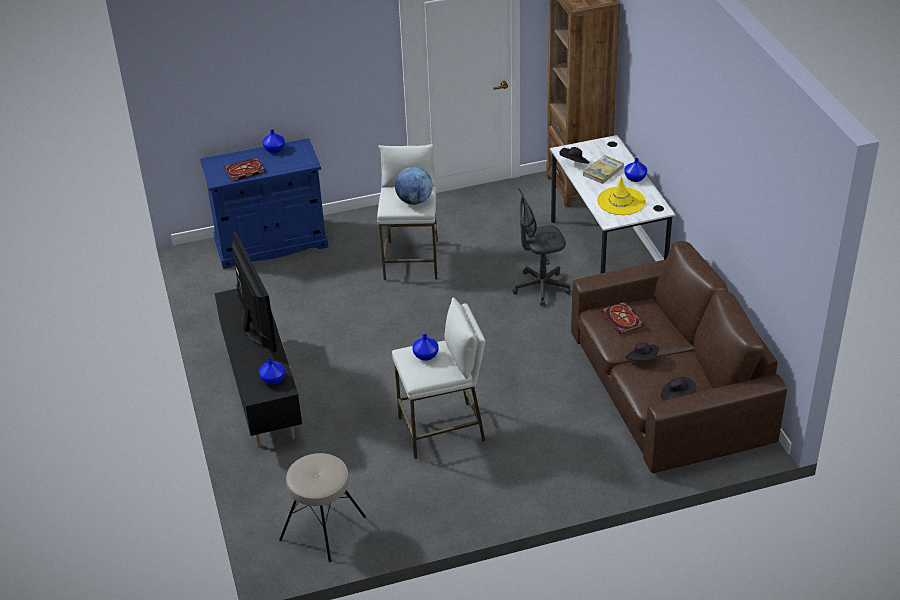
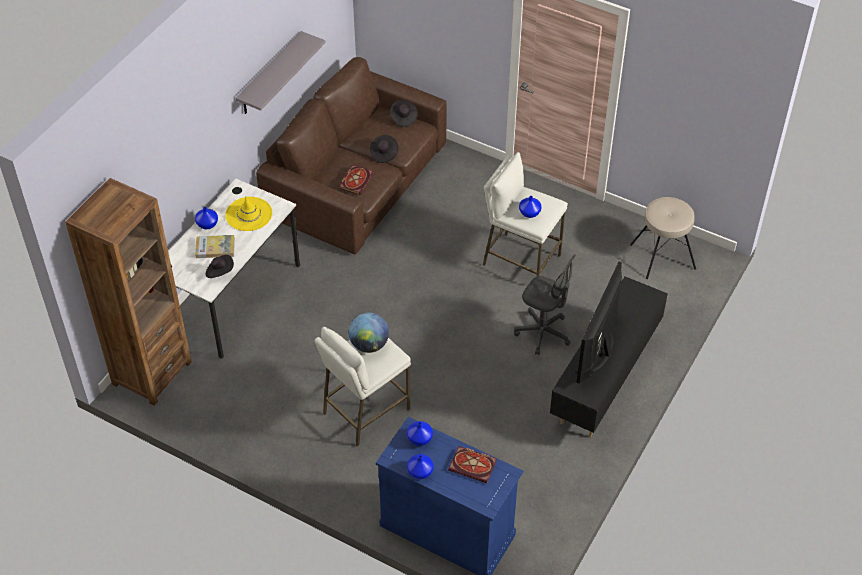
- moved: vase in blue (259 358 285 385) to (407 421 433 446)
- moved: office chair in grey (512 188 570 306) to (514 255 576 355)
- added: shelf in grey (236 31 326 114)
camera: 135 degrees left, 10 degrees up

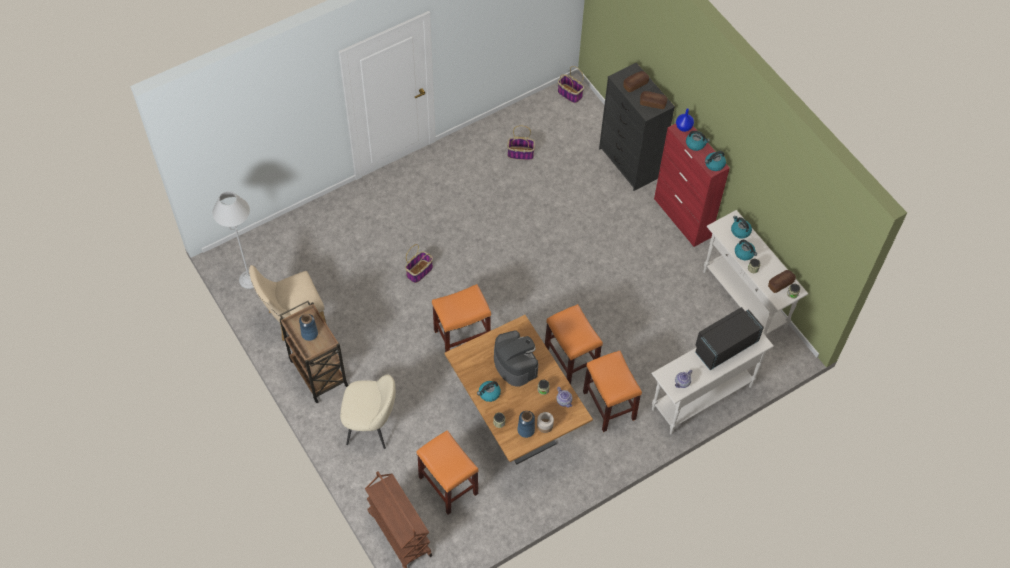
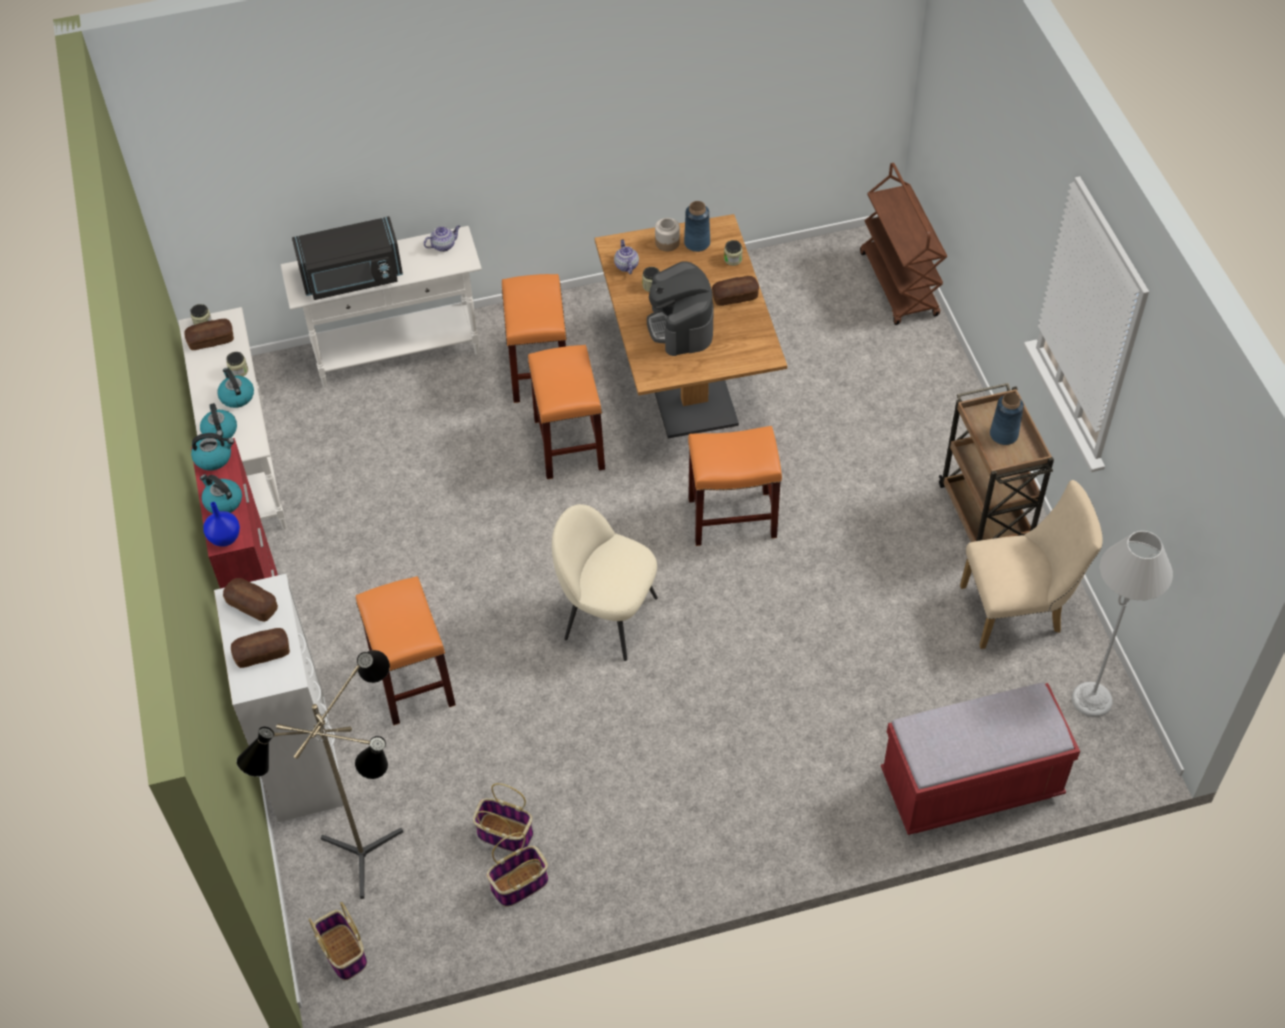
- moved: chair in beige (340 374 396 449) to (552 504 658 661)
- moved: basket (405 244 433 283) to (486 832 548 907)
- moved: stool in orange (417 430 479 515) to (356 576 456 725)
- replaced: kettle (477 381 501 402) to bread (712 276 759 306)
- recoloured: dresser in black (599 63 675 191) to dresser in white (214 574 344 822)
- added: floor lamp (237 650 403 899)
- added: bench in red (881 683 1080 835)
camera: 160 degrees left, 5 degrees down

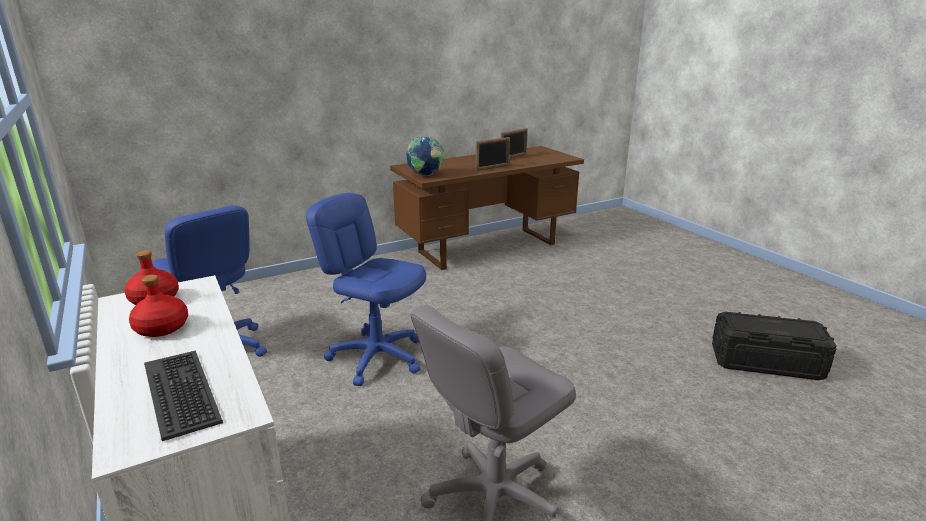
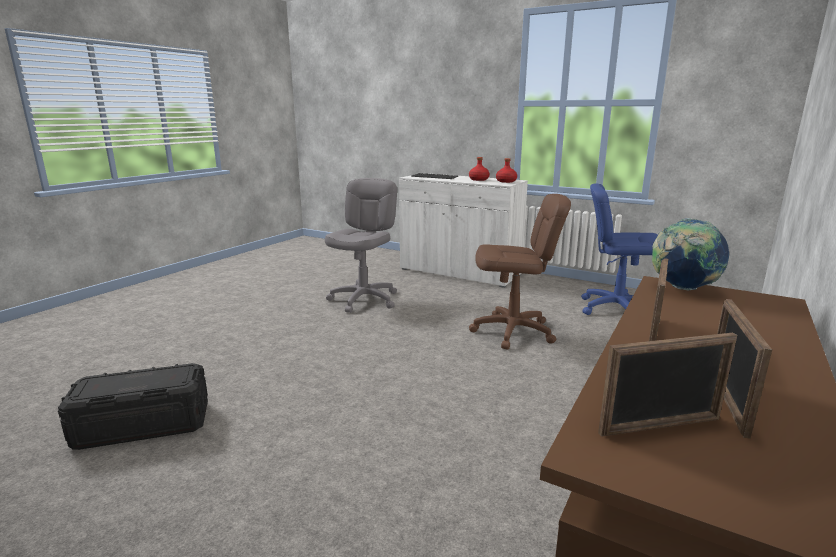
- recoloured: office chair in blue (306 193 426 386) to office chair in brown (469 194 571 349)
- added: picture frame (598 332 737 437)
camera: 150 degrees right, 5 degrees down

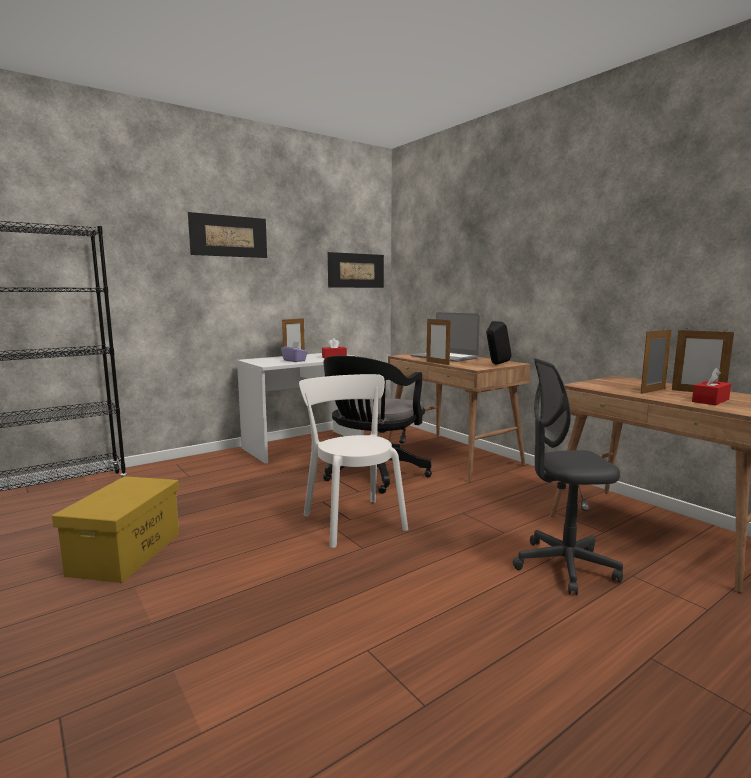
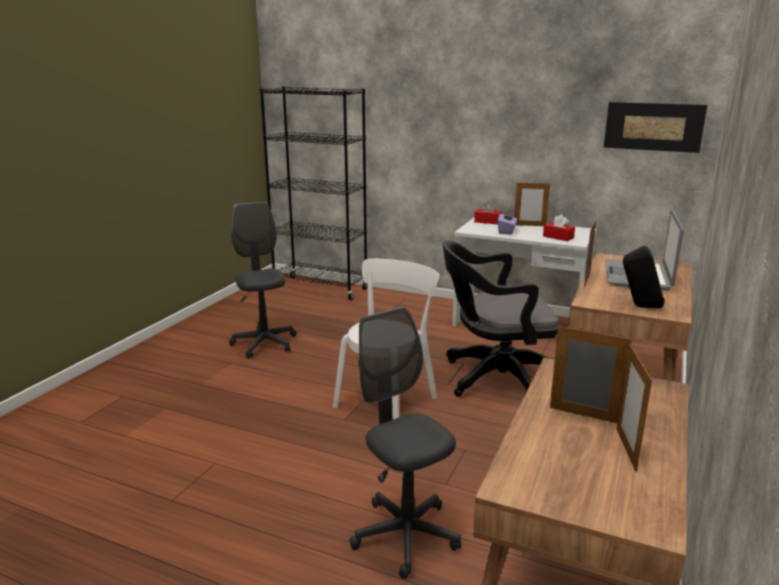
- replaced: storage box in yellow (52 476 179 583) to office chair in grey (229 202 296 359)
- removed: picture (188 212 267 258)
- moved: tissue box in red (692 368 731 405) to (474 201 502 224)
camera: 60 degrees right, 10 degrees up

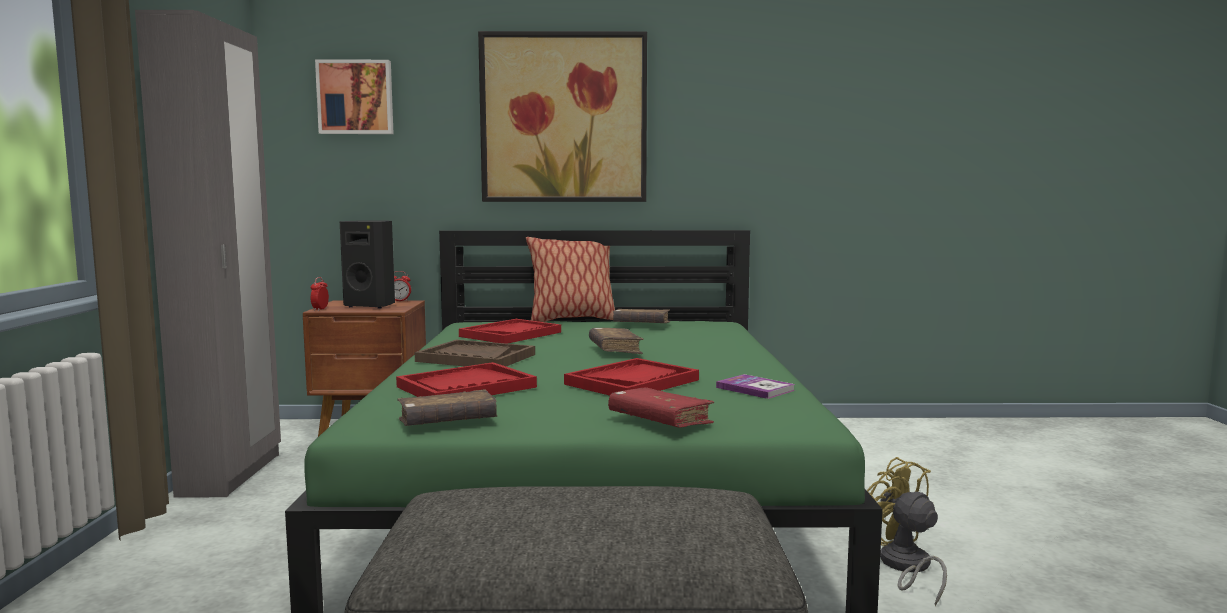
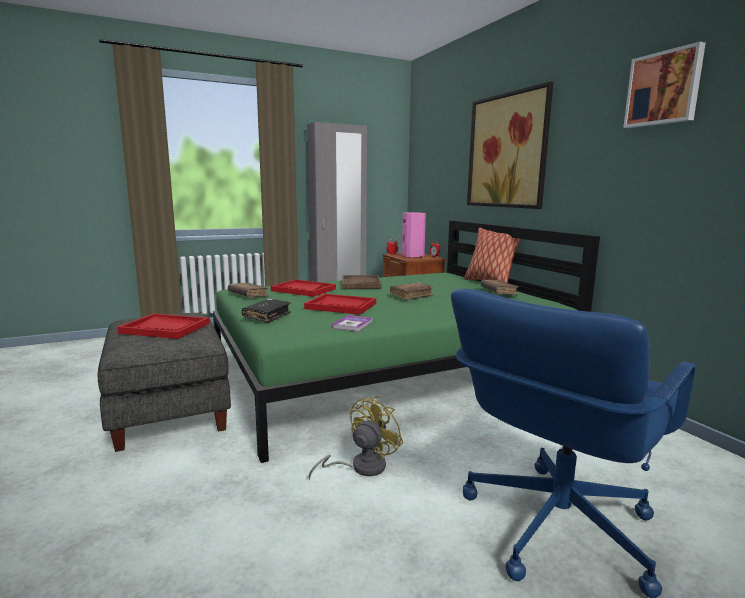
- moved: picture (315 60 394 134) to (623 42 706 128)
- recoloured: speaker in black (340 220 395 309) to speaker in pink (402 212 426 258)
- moved: tray in red (459 319 561 344) to (117 314 209 339)
- recoloured: book in red (608 387 714 428) to book in black (242 299 291 323)
- added: office chair in blue (451 289 696 598)
camera: 65 degrees right, 5 degrees up

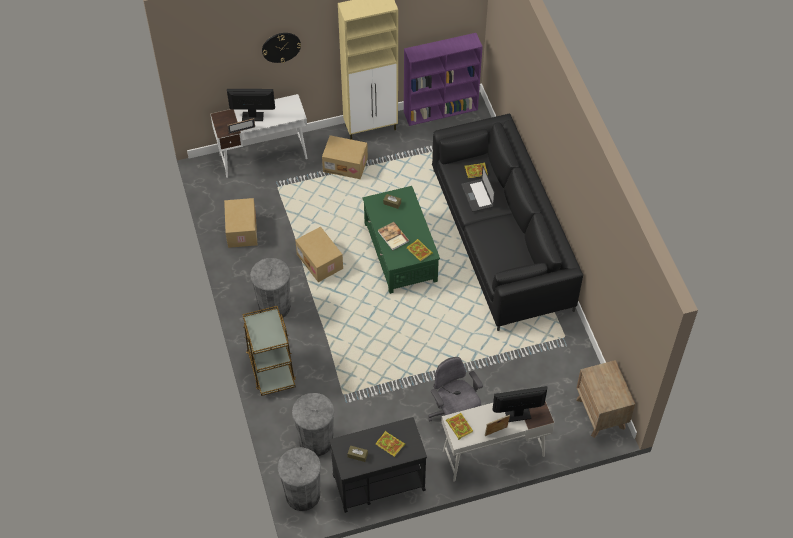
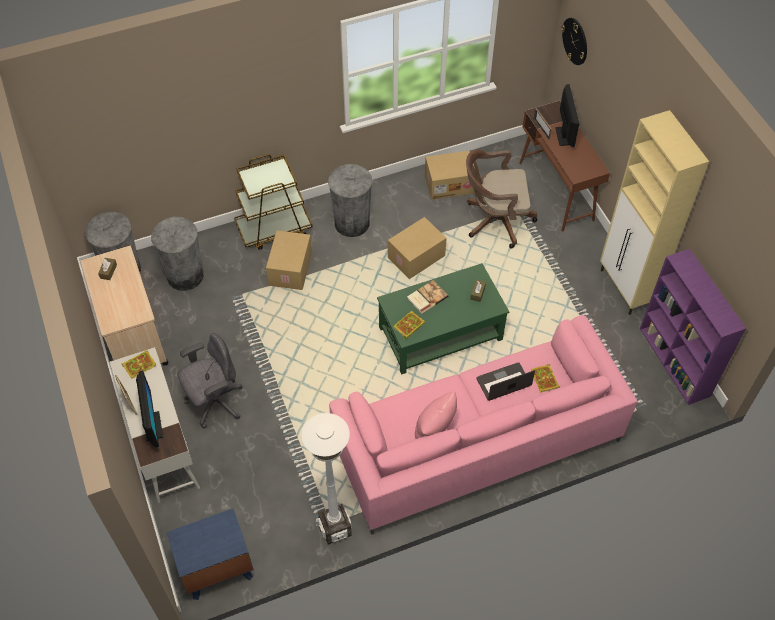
- recoloured: desk in white (210 94 307 178) to desk in brown (519 100 610 231)
- moved: wall clock (262 33 301 63) to (561 18 587 65)
- moved: cardboard box (322 135 368 179) to (266 230 312 290)
- recoloured: cart in black (330 417 427 513) to cart in beige (81 246 168 366)
- removed: book (376 431 405 457)
- recoloured: sofa in black (432 114 583 331) to sofa in pink (329 315 638 535)
- recoloured: nightstand in brown (576 360 635 438) to nightstand in blue (166 508 254 600)
- added: floor lamp in white (301 413 352 545)
- added: pillow in pink (415 391 457 439)
- added: office chair in brown (466 149 537 249)
camera: 85 degrees right, 0 degrees up

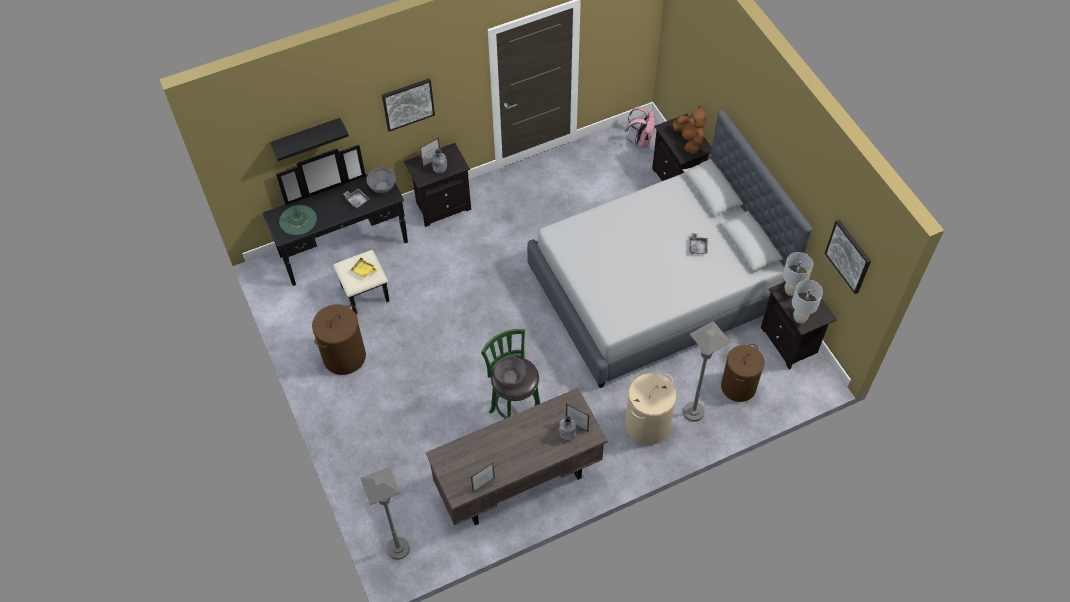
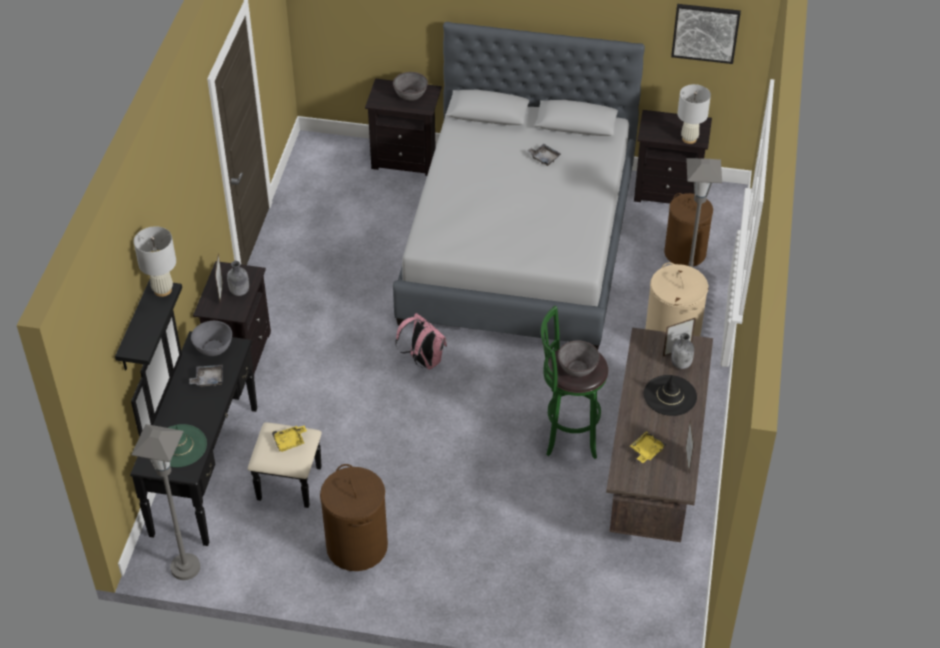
- moved: floor lamp in grey (360 466 410 560) to (131 424 200 580)
- removed: picture (382 78 435 132)
- moved: backpack in pink (625 107 655 148) to (395 313 447 370)
- replaced: plush toy in brown (672 105 707 154) to bowl in grey (393 72 428 101)
- moved: table lamp in white (783 252 813 296) to (134 226 176 297)
- added: tray in yellow (630 431 666 463)
- added: hat in black (644 375 697 416)
camera: 55 degrees left, 10 degrees down

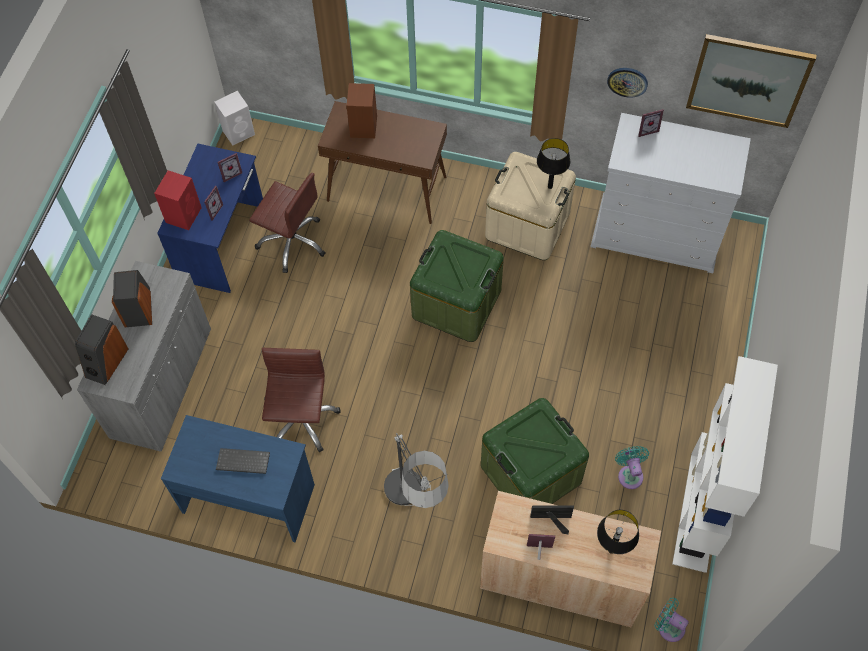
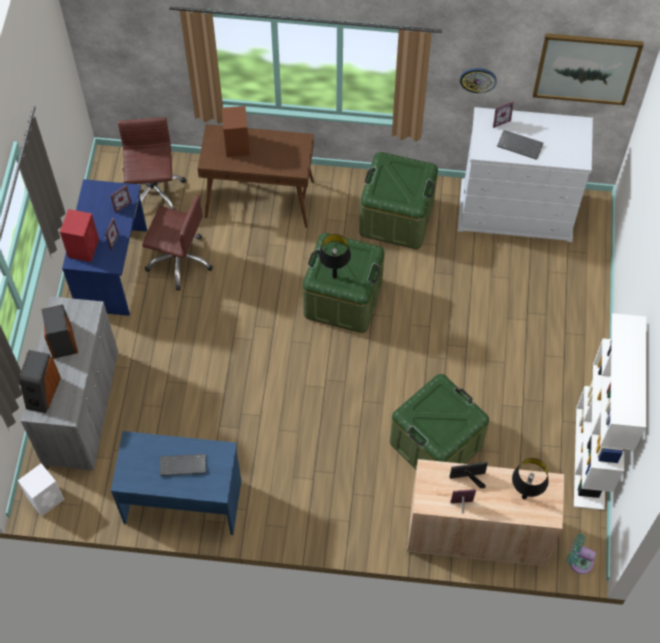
- moved: speaker in white (214 91 255 146) to (18 463 64 516)
- moved: office chair in brown (262 348 341 452) to (117 117 186 210)
- removed: floor lamp (384 433 449 508)
- recoloured: storage box in beige (485 152 576 260) to storage box in green (359 152 438 249)
- moved: table lamp in black (537 138 570 189) to (319 234 351 279)
- removed: fan in turquoise (615 446 649 489)
- added: keyboard (497 130 543 160)
camera: 10 degrees left, 0 degrees up

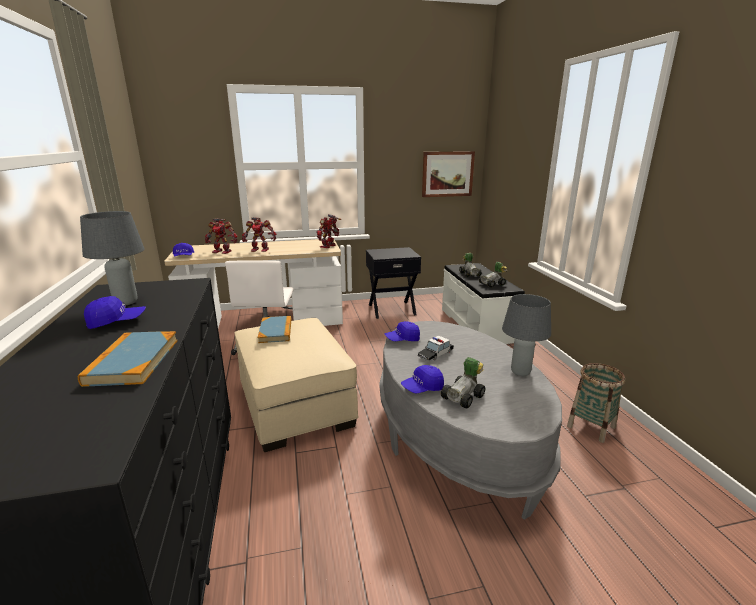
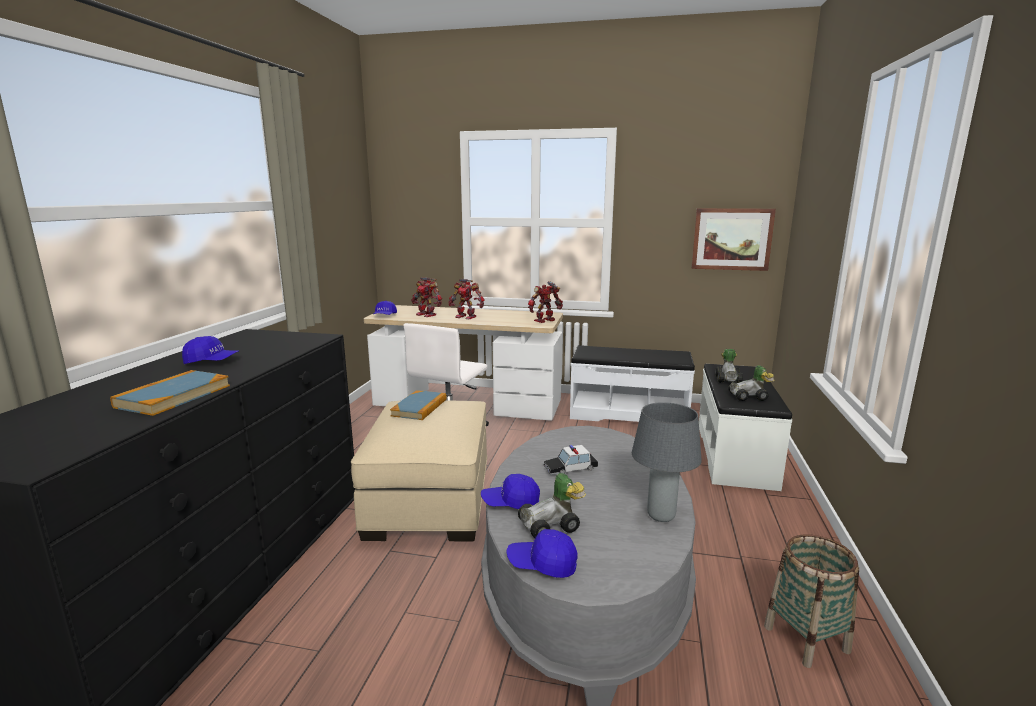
- removed: table lamp in grey (80 211 145 306)
- replaced: nightstand in black (366 247 421 319) to bench in white (570 345 695 422)
- moved: cap in blue (384 321 420 341) to (506 529 578 578)
camera: 25 degrees right, 5 degrees down

